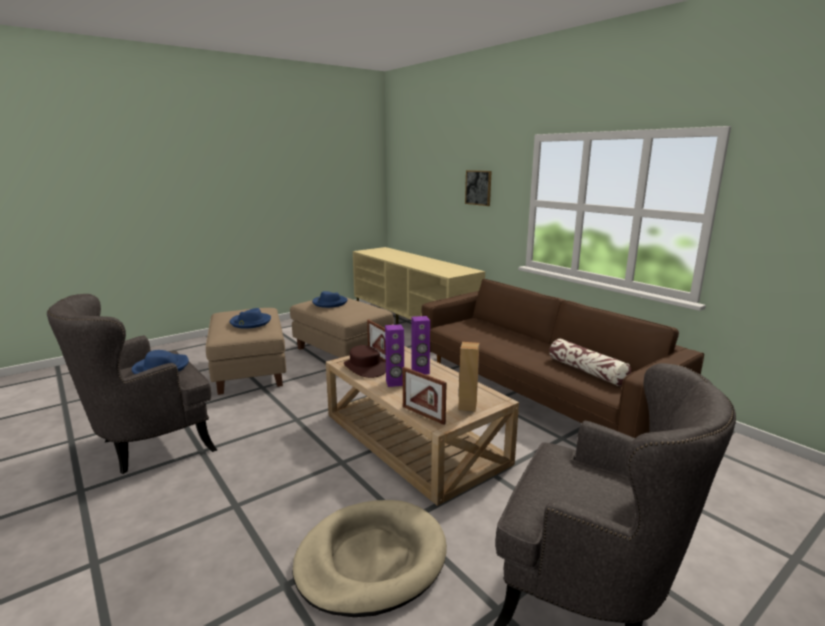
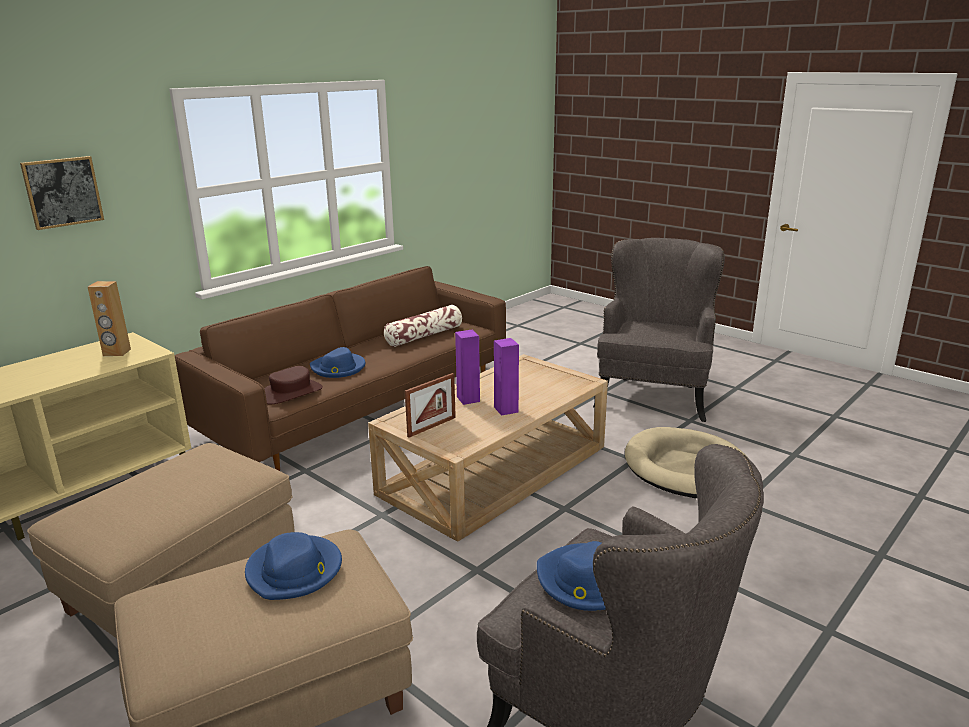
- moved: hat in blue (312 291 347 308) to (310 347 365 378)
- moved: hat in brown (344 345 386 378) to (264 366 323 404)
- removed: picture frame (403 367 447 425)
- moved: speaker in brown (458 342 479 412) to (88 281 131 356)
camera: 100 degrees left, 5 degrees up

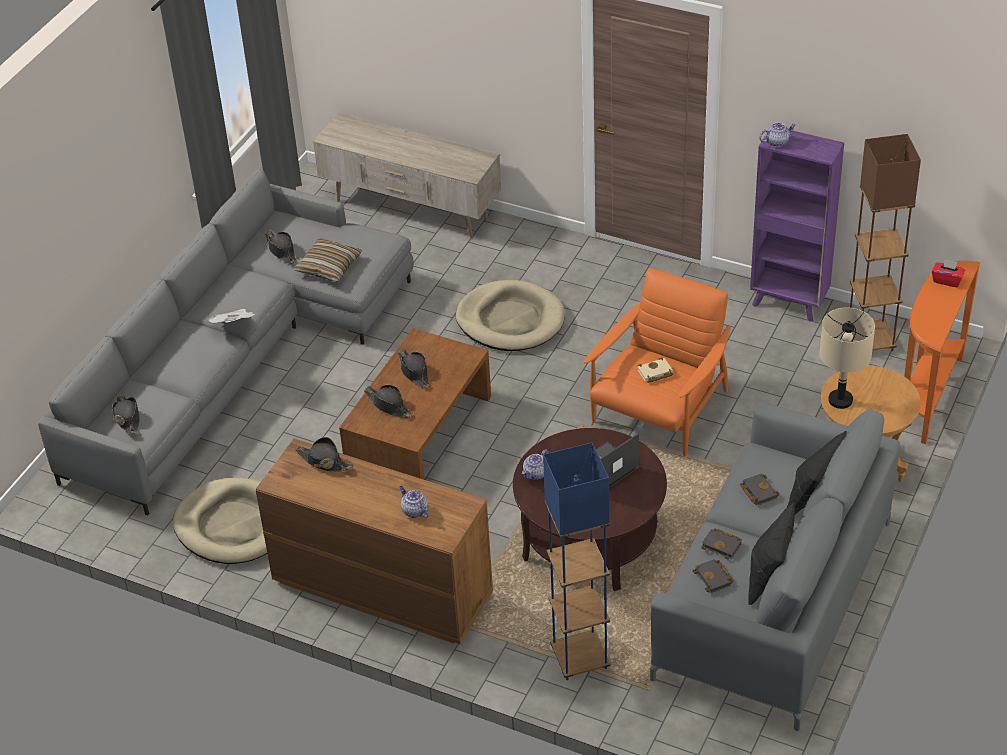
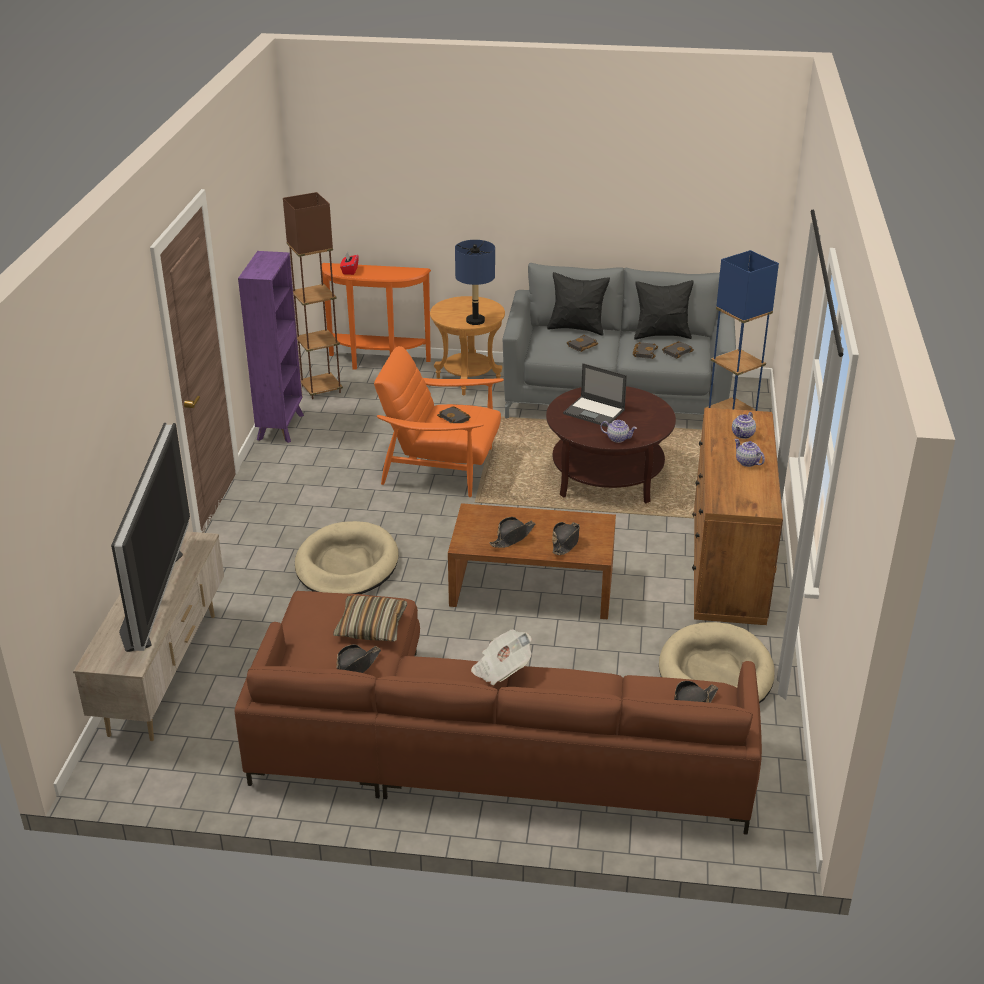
- recoloured: sofa in grey (38 169 414 515) to sofa in brown (235 591 762 835)
- removed: hat in black (295 437 353 472)
- recoloured: book in beige (637 358 673 383) to book in black (437 406 471 423)
- moved: teapot (759 123 797 147) to (734 439 765 467)
- recoloured: table lamp in beige (819 307 875 409) to table lamp in blue (455 240 495 325)
- added: television (111 423 190 652)
camera: 110 degrees left, 10 degrees down

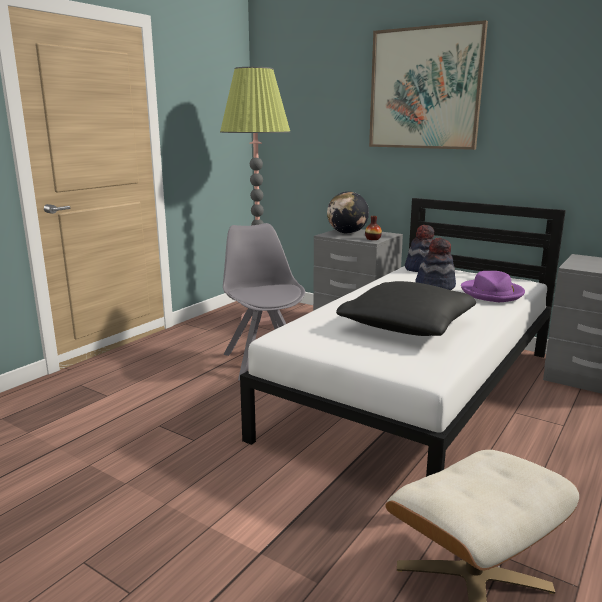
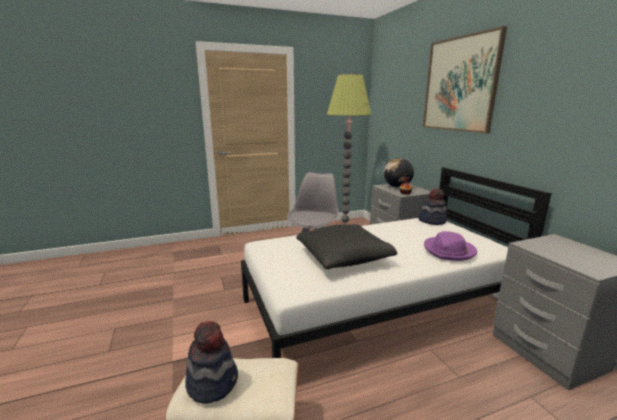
- moved: hat (415 238 456 290) to (185 321 238 404)
camera: 35 degrees right, 0 degrees up

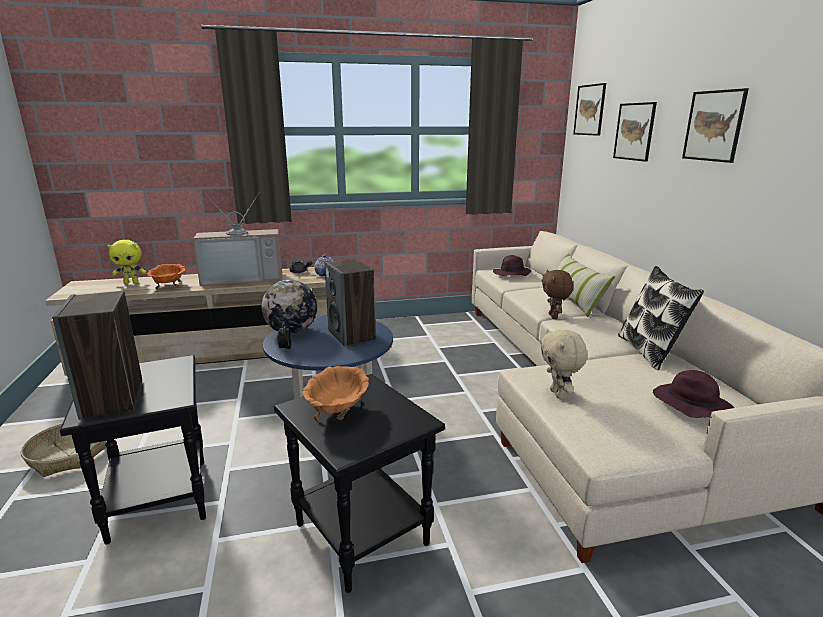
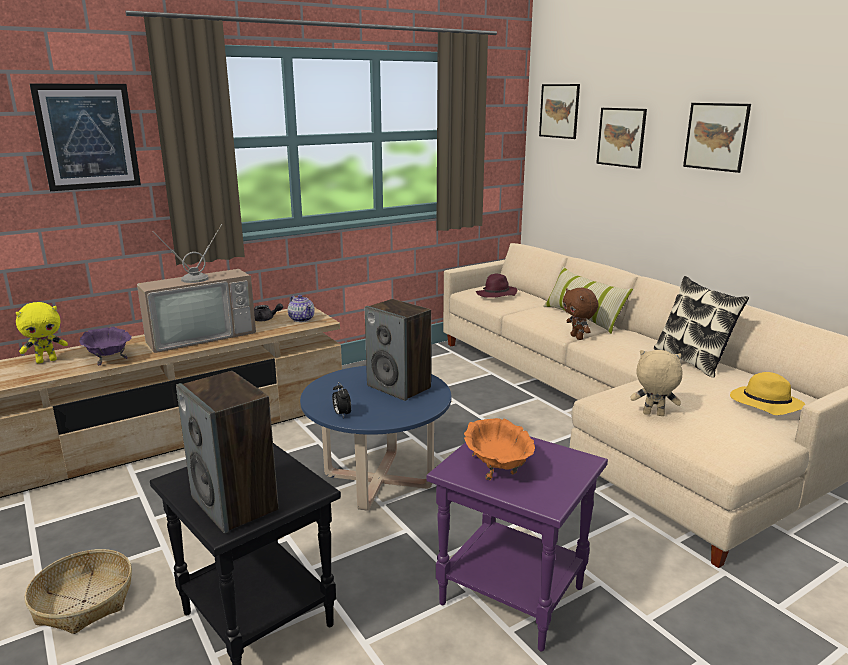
- recoloured: bowl in orange (147 264 185 290) to bowl in purple (79 327 132 365)
- removed: globe (262 280 317 334)
- recoloured: side table in black (274 374 445 593) to side table in purple (426 437 608 651)
- turned: plush toy in beige (540 329 588 399) = (631 350 683 416) 135 degrees clockwise
- recoloured: hat in purple (653 370 734 418) to hat in yellow (730 372 805 415)
- added: picture (30 84 141 191)
camera: 20 degrees left, 0 degrees up

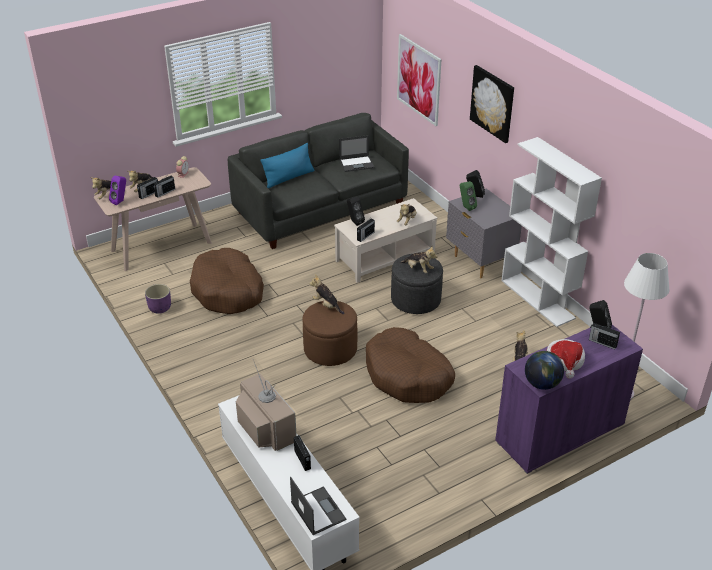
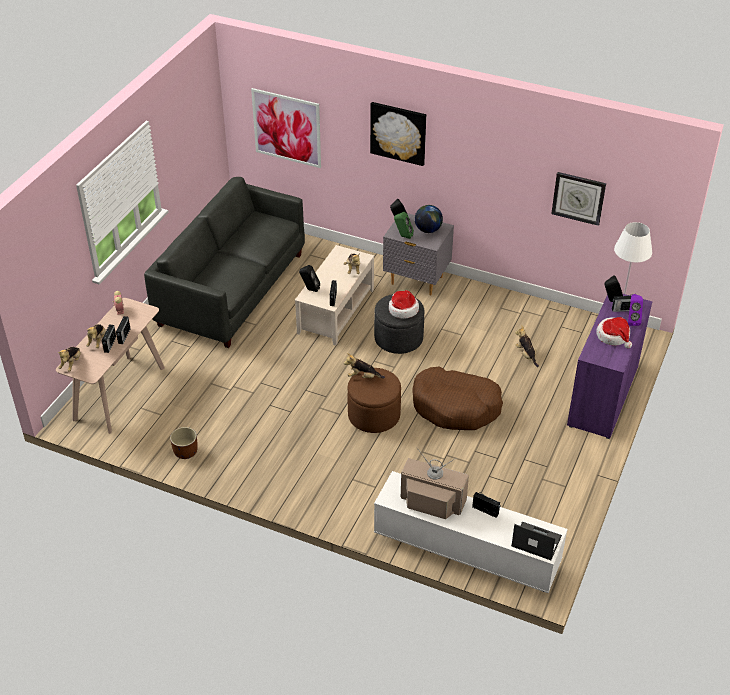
- moved: speaker in purple (109 175 126 205) to (628 294 643 326)
- recoloured: planter in purple (145 284 171 314) to planter in brown (170 427 198 459)
- removed: dog bed in brown (190 248 264 314)
- removed: pillow in blue (261 143 314 188)
- removed: laptop (339 135 375 172)
- replaced: plush toy (400 247 438 273) to hat (389 290 419 319)
- removed: bookcase in white (501 137 602 327)
- moved: globe (525 351 564 390) to (415 205 443 233)
- added: wall clock (551 172 606 226)
camera: 35 degrees left, 5 degrees up

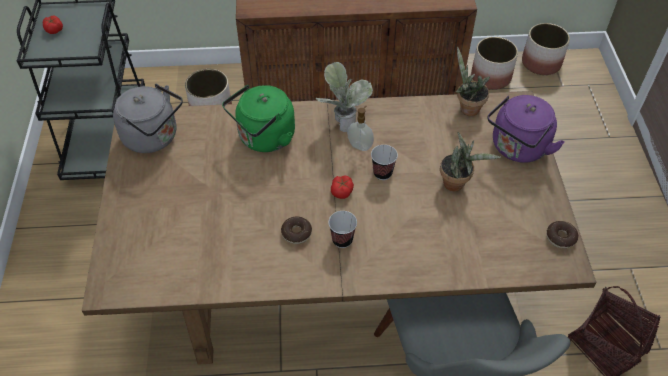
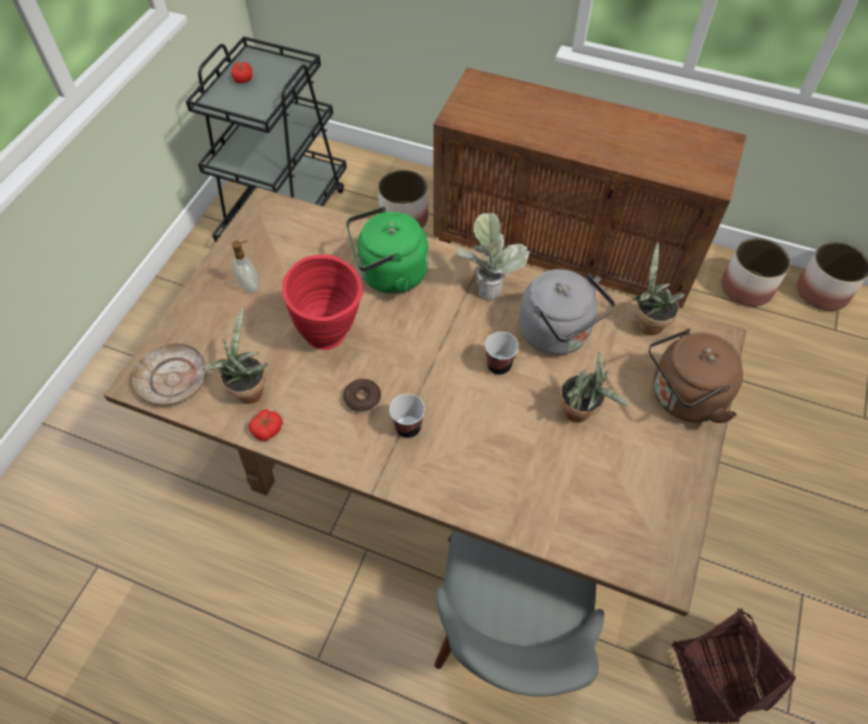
- moved: kettle in grey (113 84 183 153) to (519 269 616 355)
- moved: tomato (331 175 354 199) to (249 409 283 441)
- moved: soap dispenser (347 106 374 151) to (231 240 259 293)
- recoloured: kettle in purple (487 95 565 163) to kettle in brown (649 328 743 423)
- removed: donut (546 221 578 249)
- added: plate in beige (132 342 207 405)
- added: potted plant (203 307 268 404)
- added: vase in red (282 255 363 350)
camera: 25 degrees right, 5 degrees up

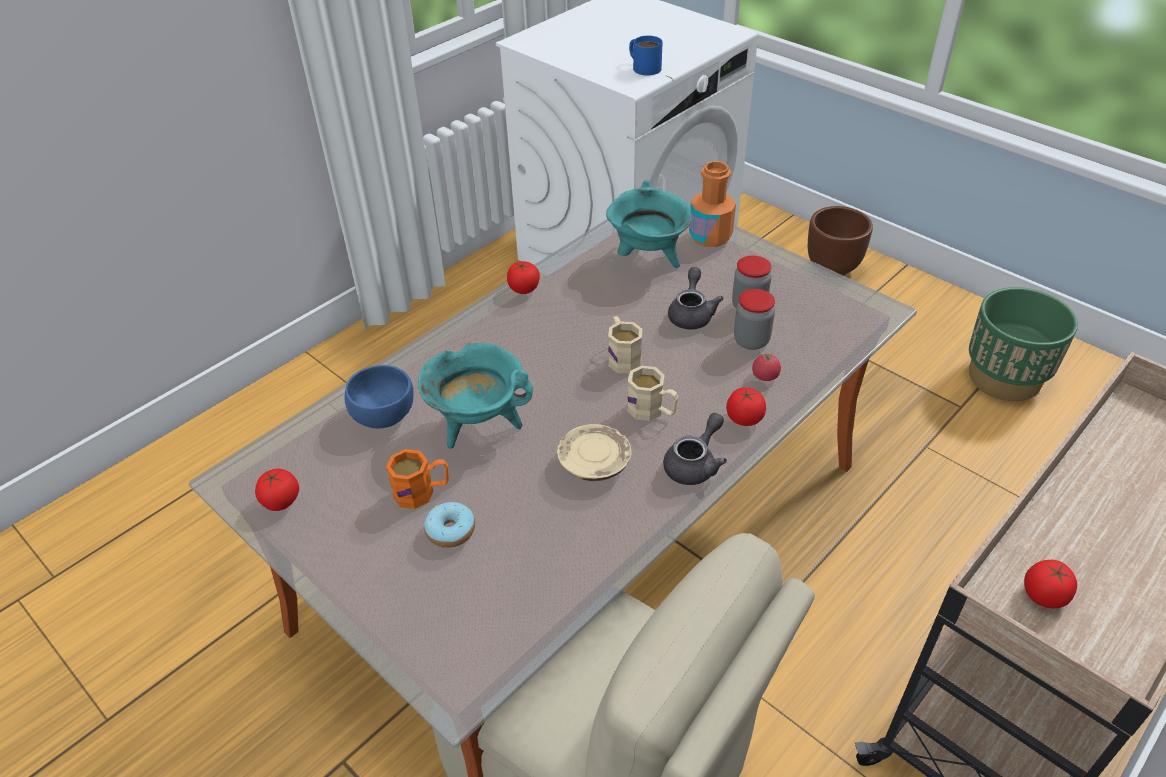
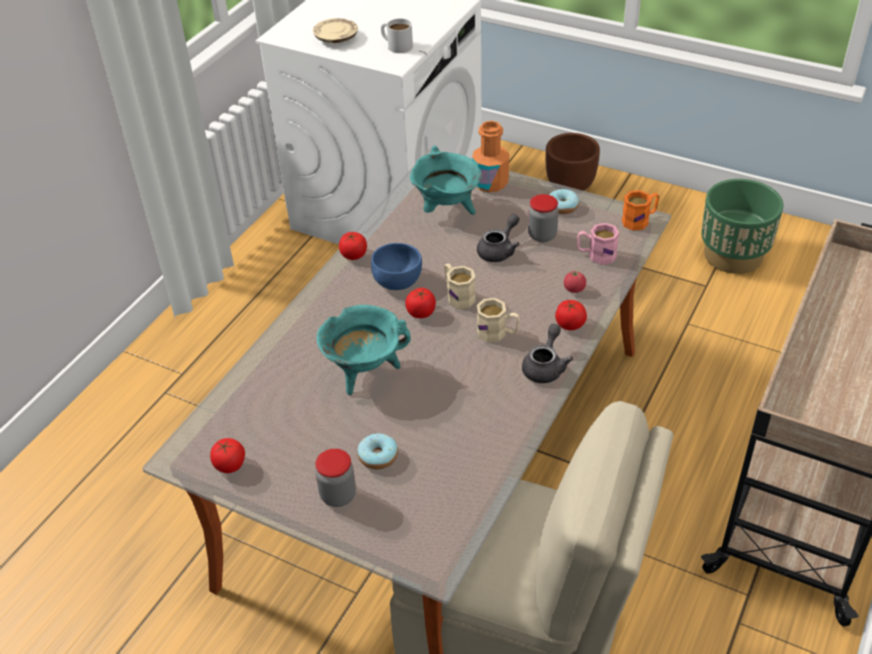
- moved: bowl in blue (345 365 414 428) to (371 243 422 290)
- moved: mug in orange (386 449 449 509) to (622 190 659 231)
- moved: plate in beige (557 424 632 481) to (313 18 358 43)
- recoloured: mug in blue (629 36 663 75) to mug in white (381 18 413 53)
- turned: teapot in grey (668 267 723 330) = (477 214 520 262) 45 degrees clockwise
- moved: jar (734 289 775 350) to (315 449 356 507)
- moved: tomato (1024 560 1077 608) to (405 288 436 318)
- added: donut (549 189 579 214)
- added: mug in pink (577 223 619 265)
camera: 15 degrees left, 0 degrees up

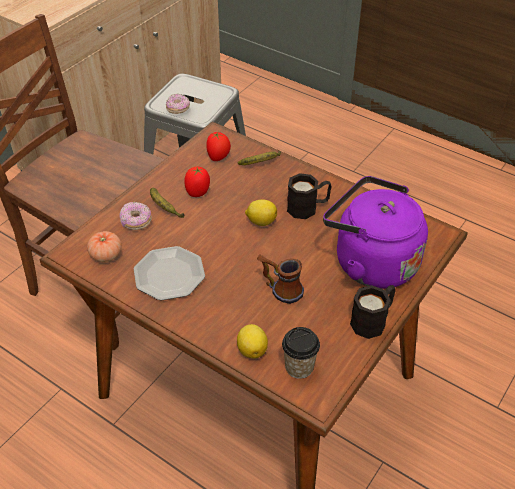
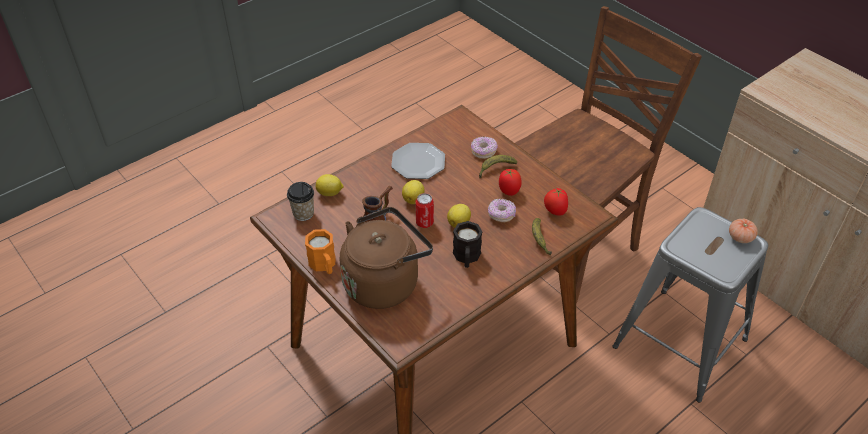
- moved: tomato (87 231 122 262) to (729 219 758 243)
- moved: donut (166 94 190 114) to (488 199 516 222)
- recoloured: kettle in purple (323 176 428 289) to kettle in brown (340 207 433 309)
- recoloured: mug in black (350 285 396 339) to mug in orange (305 229 336 274)
- added: lemon (402 180 425 204)
- added: can (415 193 434 228)
camera: 105 degrees right, 0 degrees up

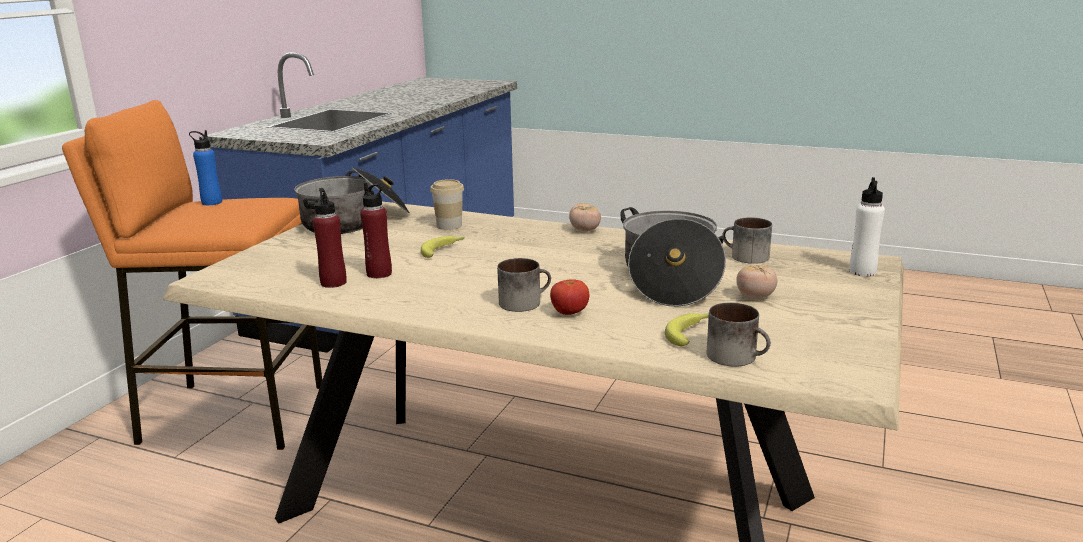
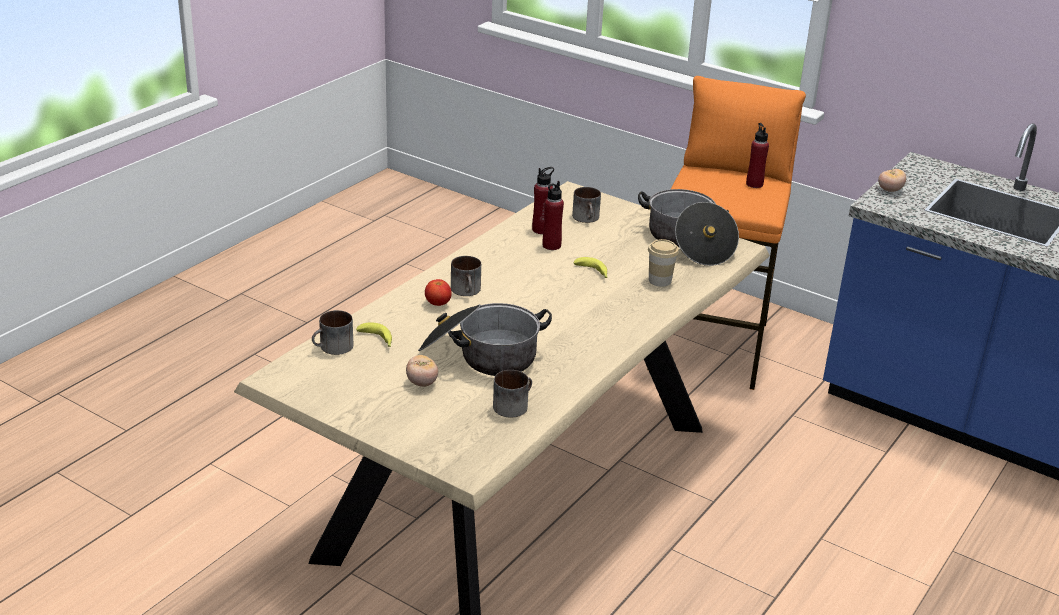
- recoloured: bottle in blue (189 130 222 205) to bottle in red (746 123 769 188)
- moved: tomato (569 203 601 231) to (878 169 906 192)
- removed: bottle in white (849 177 885 277)
- added: mug (572 187 601 223)
camera: 100 degrees right, 10 degrees up

